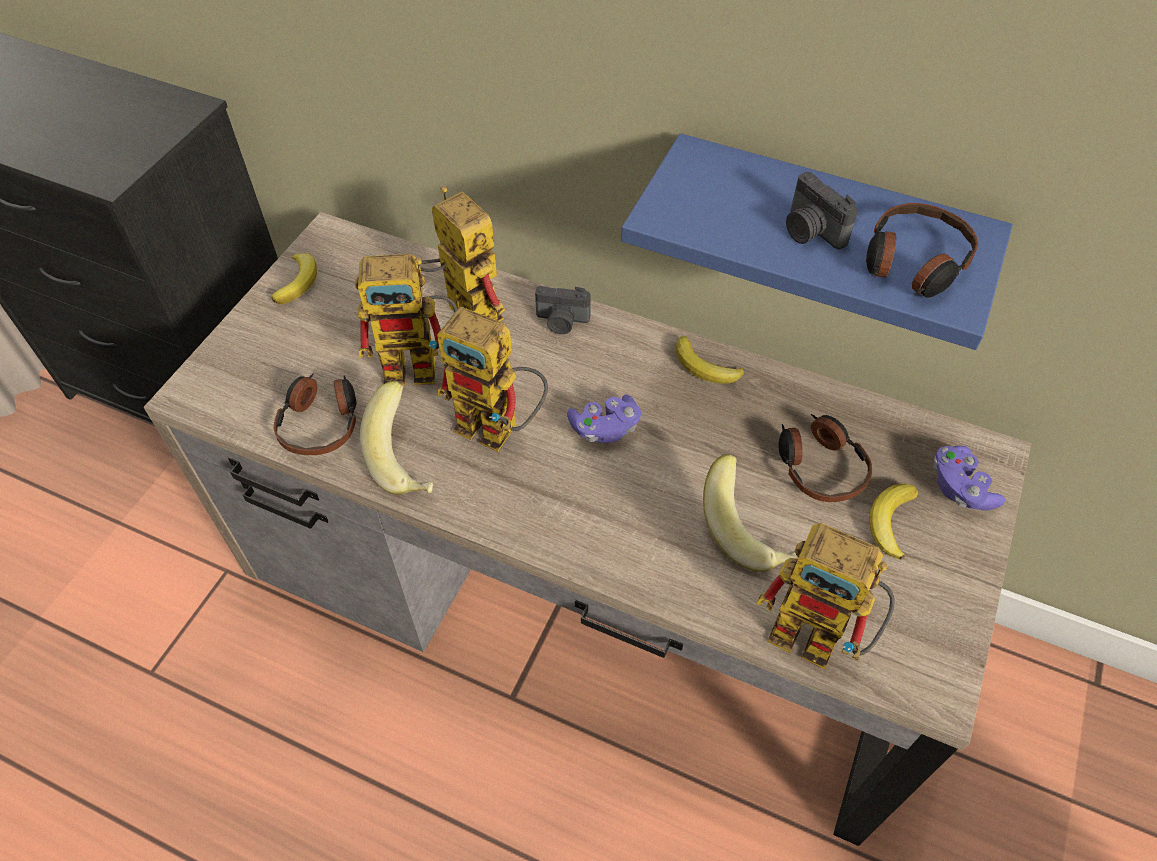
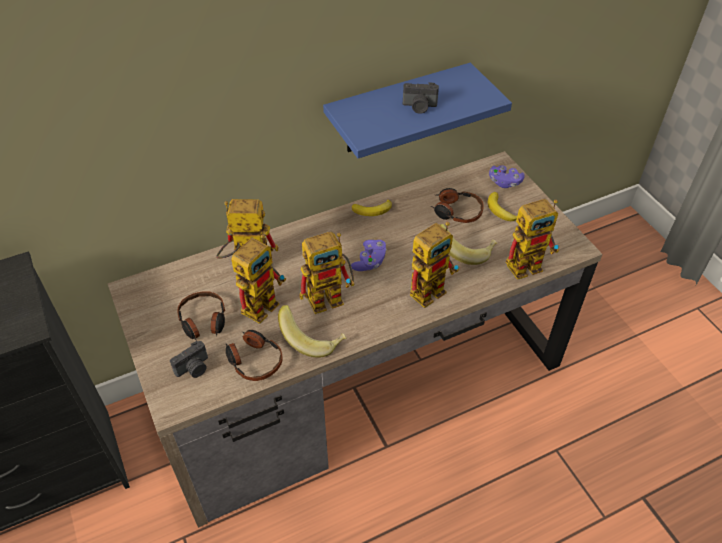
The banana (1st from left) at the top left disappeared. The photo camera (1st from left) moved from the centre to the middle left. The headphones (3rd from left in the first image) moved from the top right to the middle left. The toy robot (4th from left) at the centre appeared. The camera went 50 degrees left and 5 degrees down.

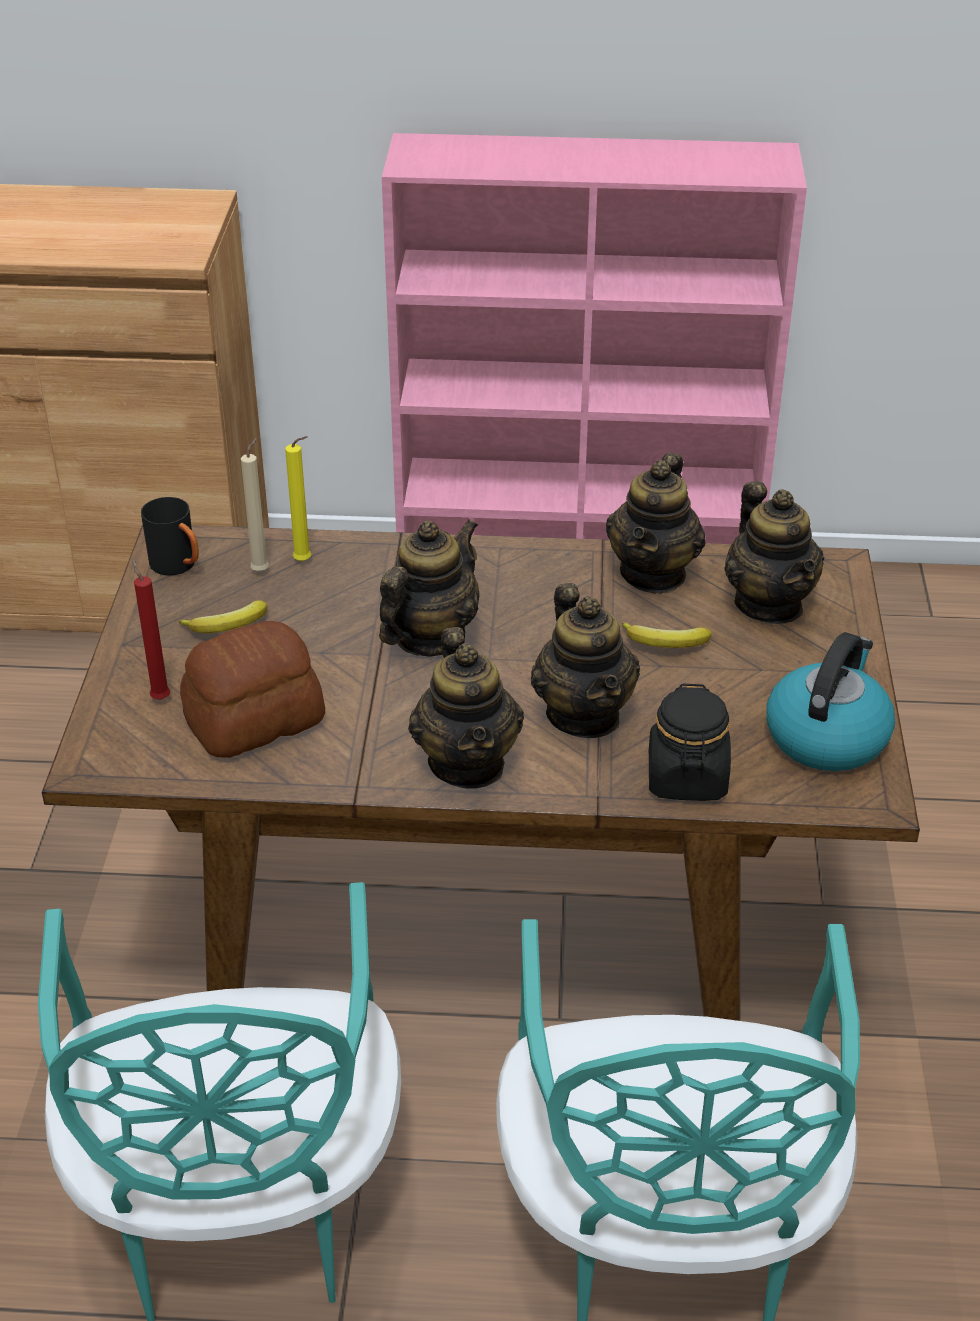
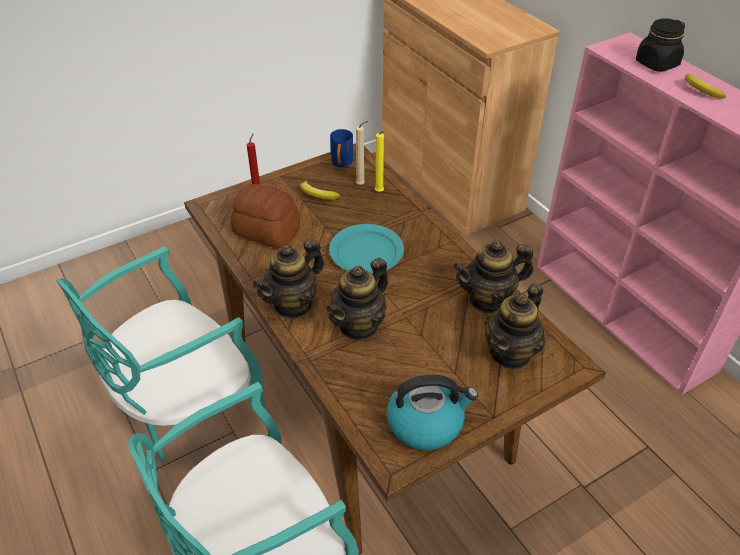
The mug in black at the middle left became the mug in blue at the top centre. The teapot (1st from left) at the centre was replaced by the plate in turquoise at the centre. The banana (2nd from left) moved from the middle right to the top right. The jar in black moved from the middle right to the top right. The camera went 55 degrees right and 5 degrees up.

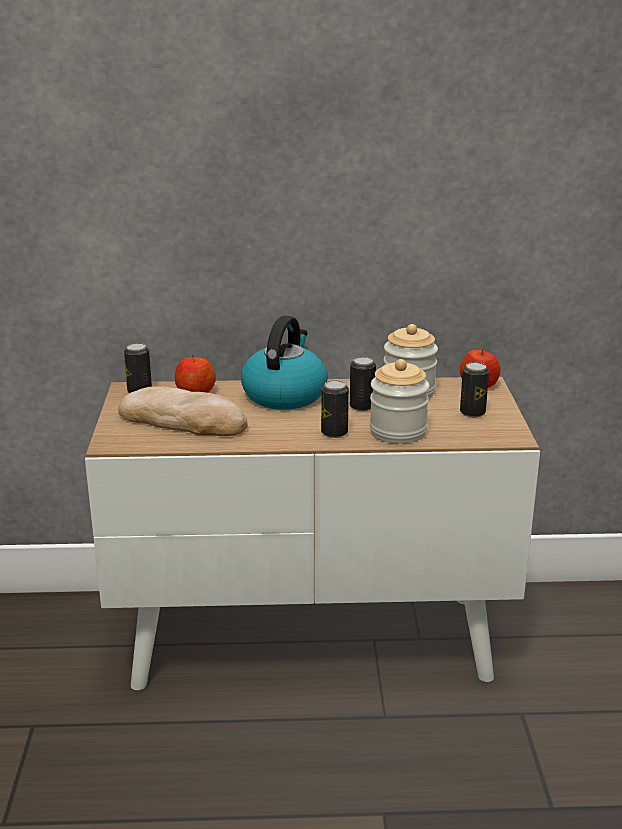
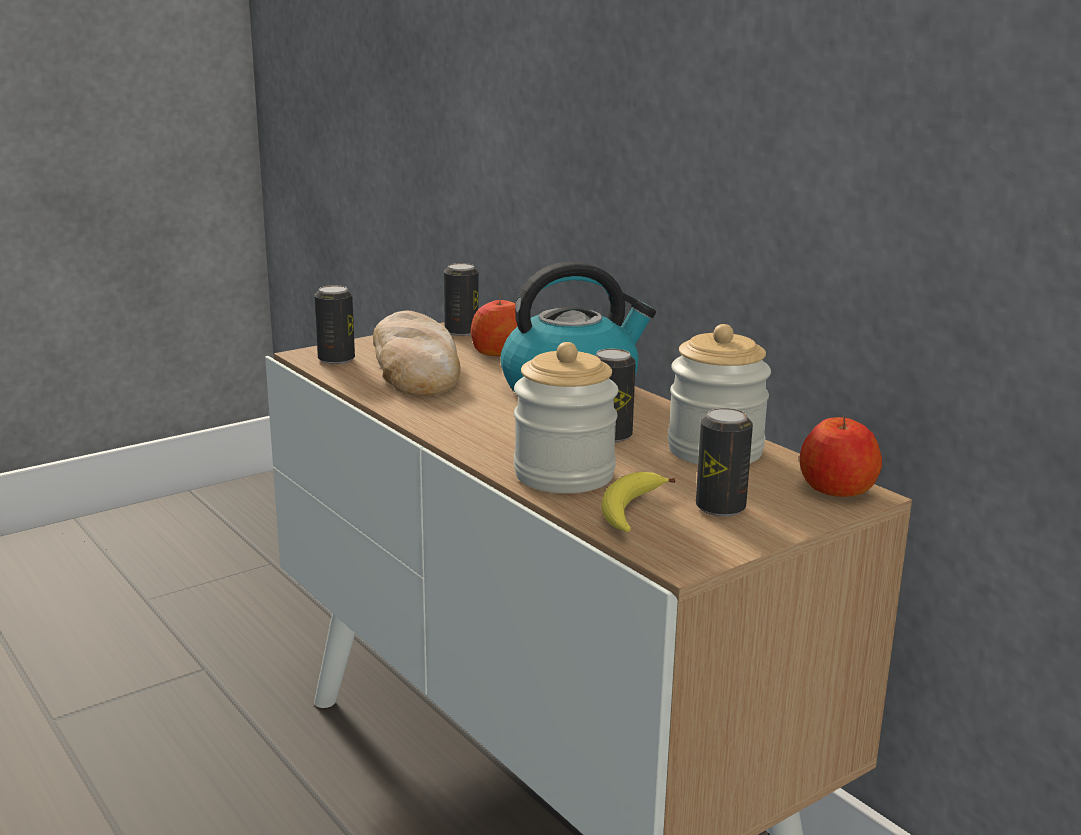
The can (2nd from left in the first image) moved from the centre to the middle left. The banana at the centre appeared. The camera went 55 degrees right and 5 degrees down.

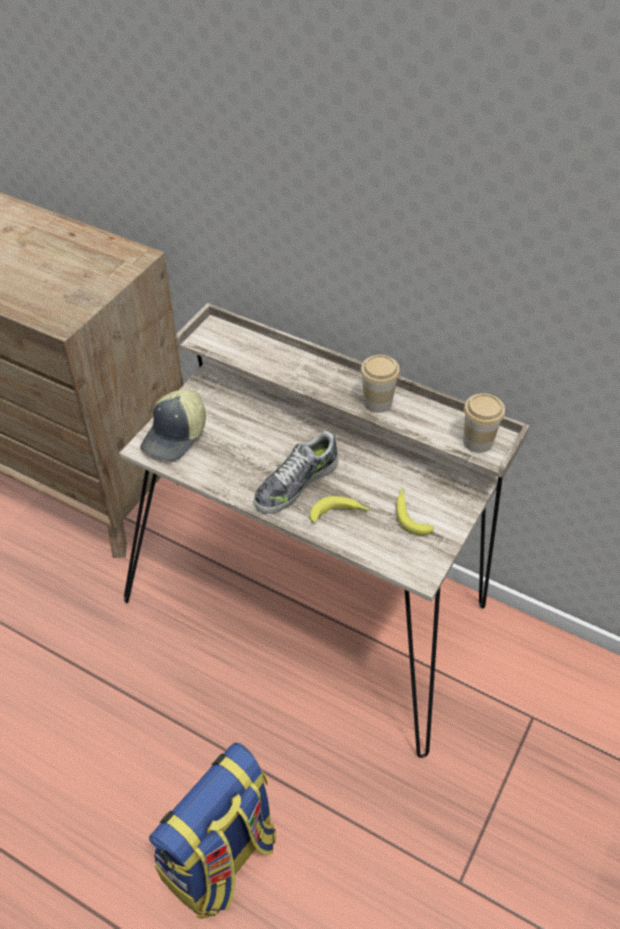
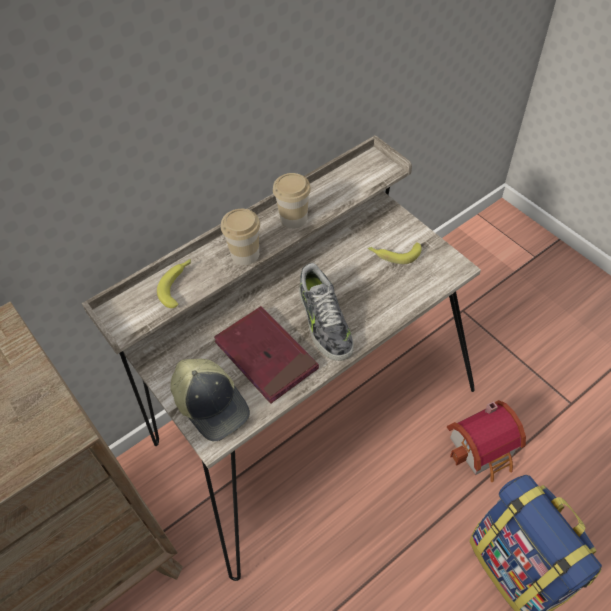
The banana (1st from left) moved from the centre to the middle left. The cup (2nd from left in the first image) moved from the middle right to the centre. The book in red at the centre appeared. The toy house at the bottom right appeared. The camera went 65 degrees left and 5 degrees up.

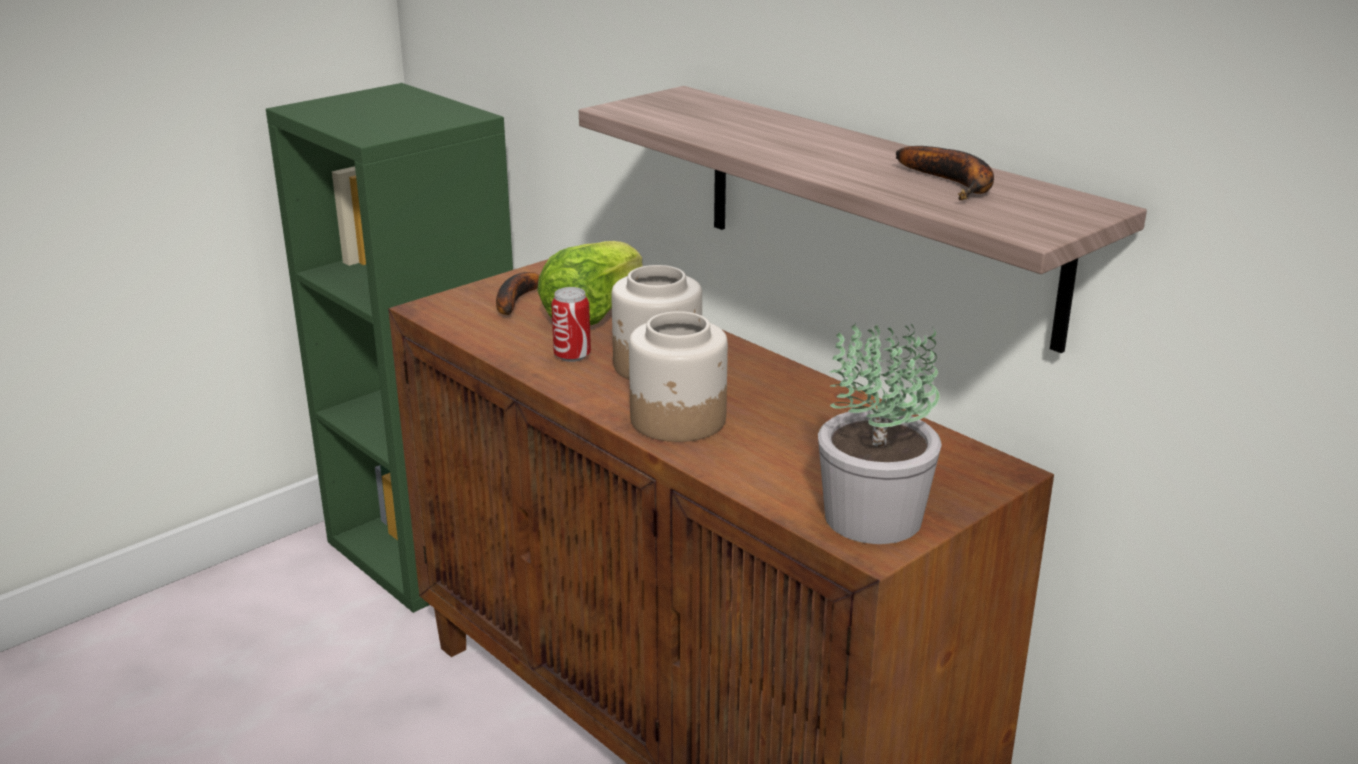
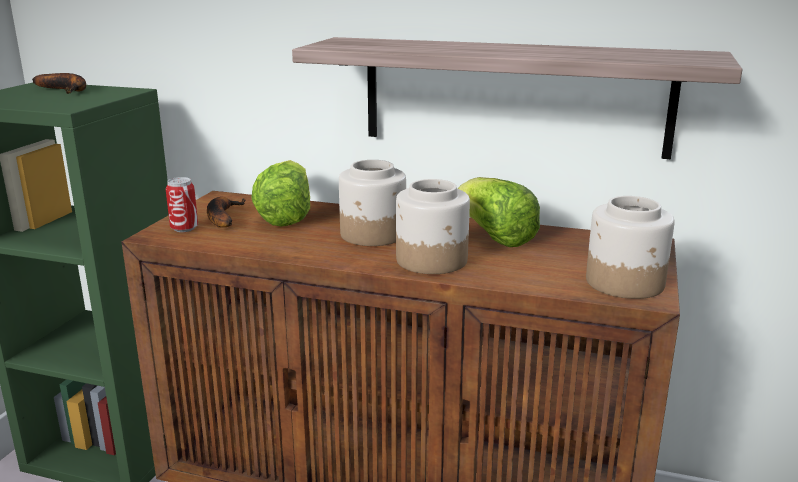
The can moved from the centre to the middle left. The potted plant at the centre was replaced by the jar (3rd from left) at the middle right. The banana (2nd from left in the first image) moved from the top right to the top left. The lettuce (2nd from left) at the centre appeared. The camera went 30 degrees left and 5 degrees down.

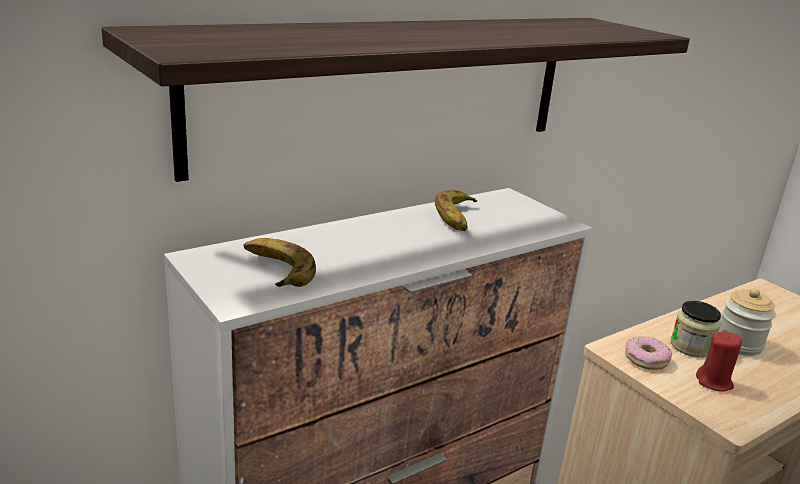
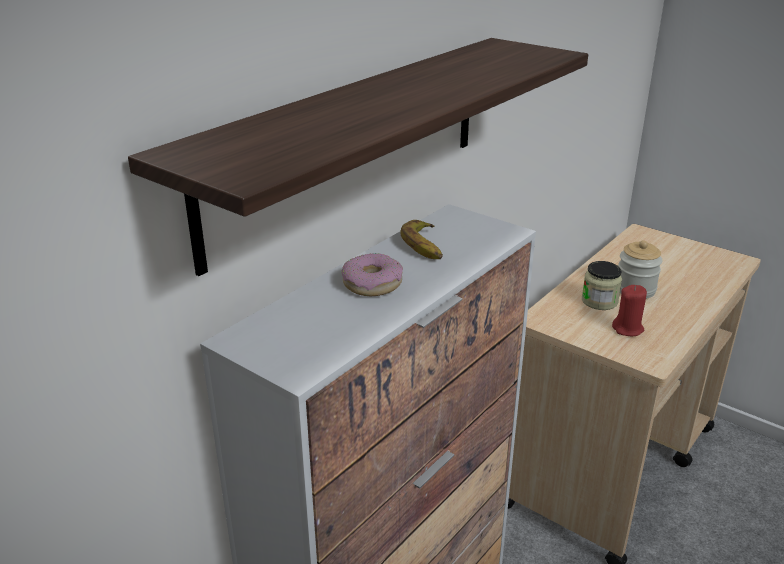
The banana (1st from left) at the centre disappeared. The donut moved from the bottom right to the centre. The camera went 15 degrees left and 5 degrees up.

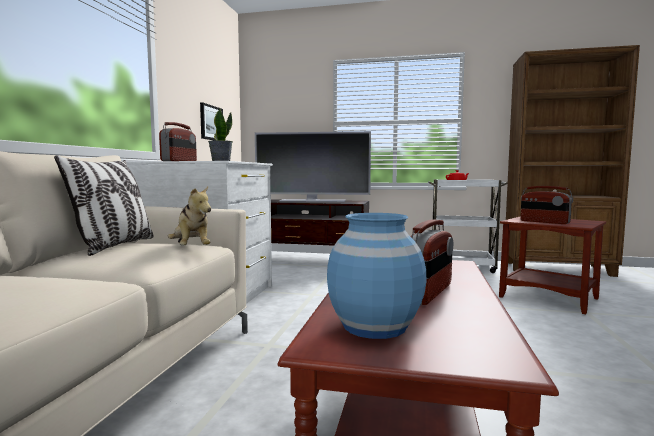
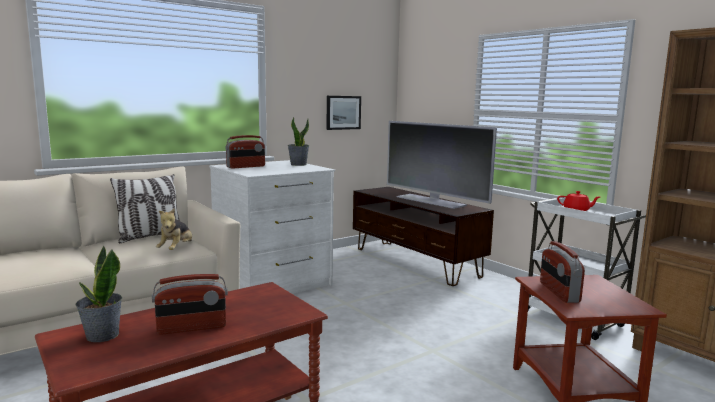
The vase in blue at the centre was replaced by the potted plant (1st from left) at the bottom left. The camera went 40 degrees right and 5 degrees up.

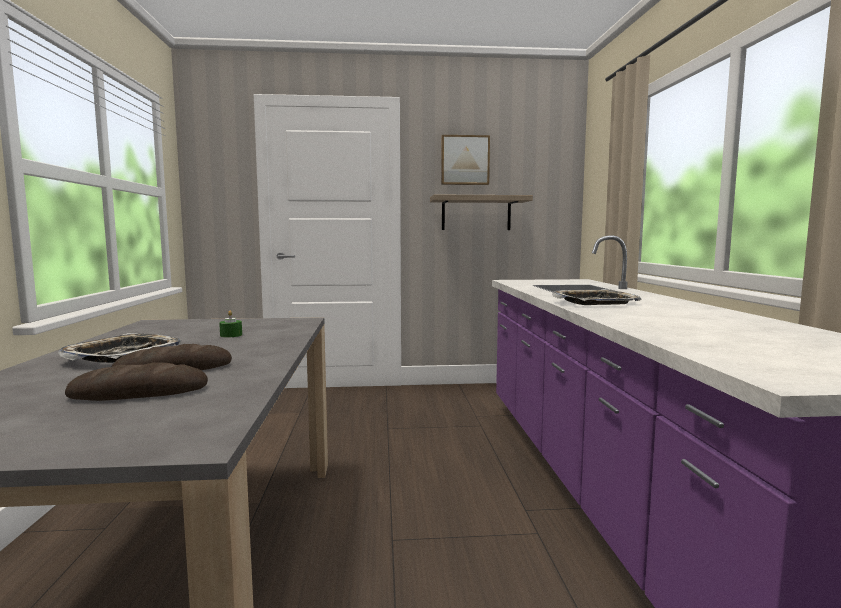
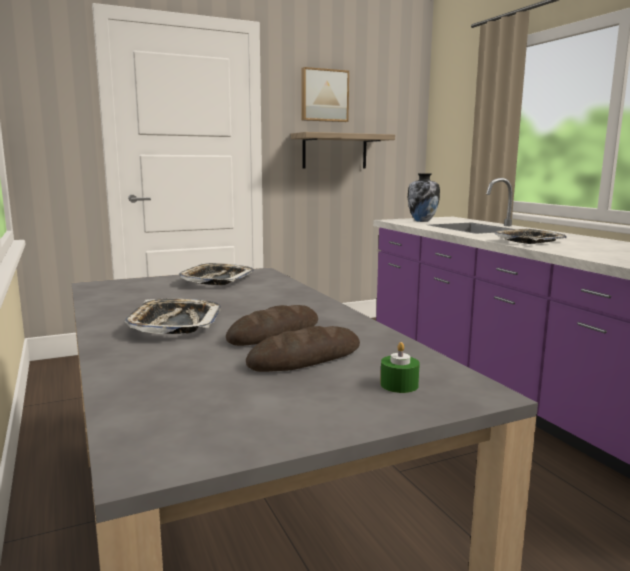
The candle in green moved from the middle left to the centre. The tray (2nd from left) at the centre appeared. The vase at the middle right appeared. The camera went 20 degrees left and 5 degrees up.

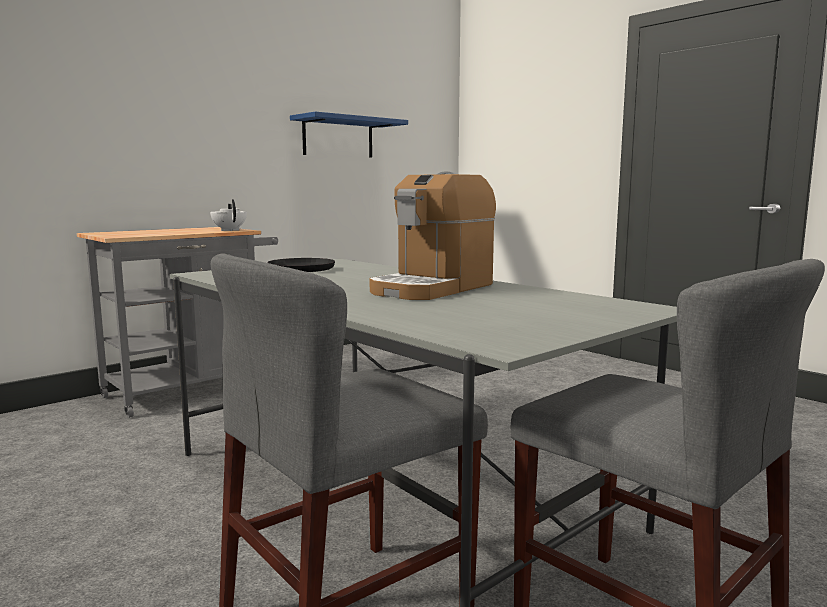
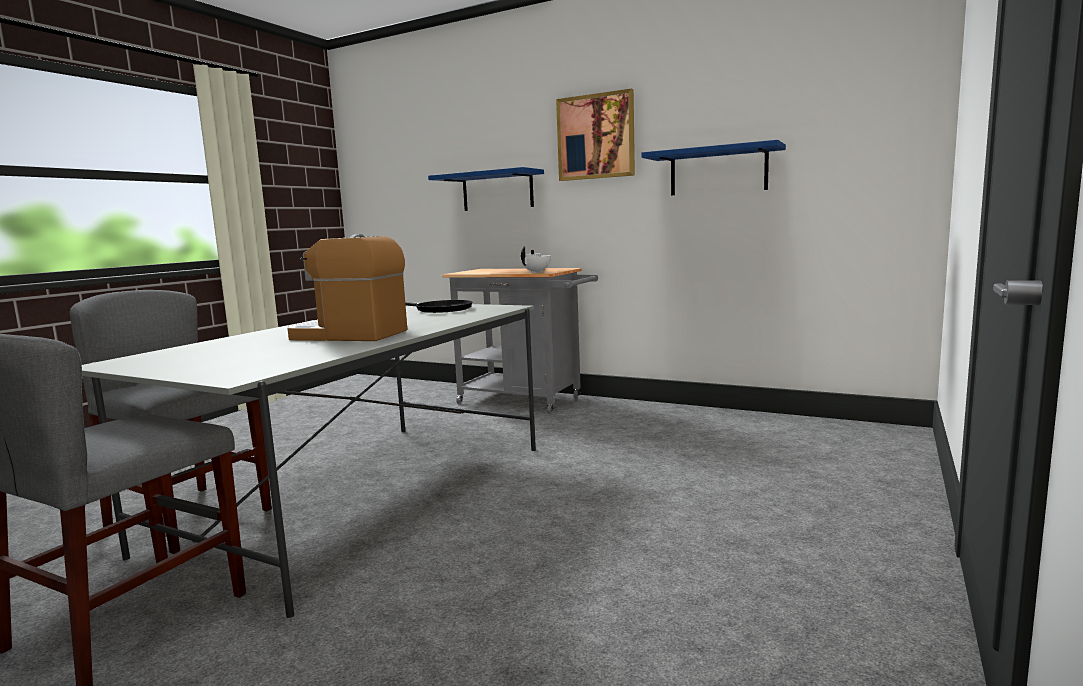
The shelf in blue (1st from left) at the top centre appeared. The picture at the top centre appeared. The camera went 70 degrees right and 0 degrees up.

